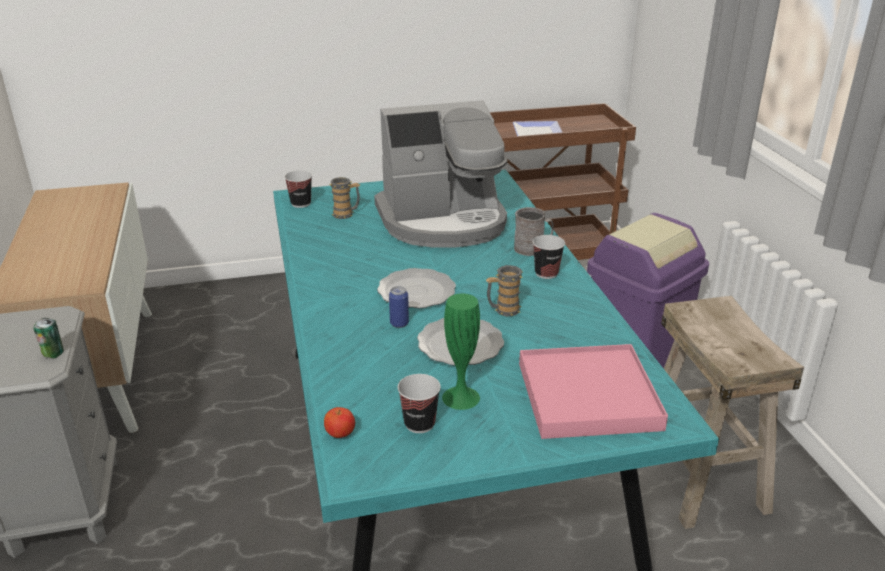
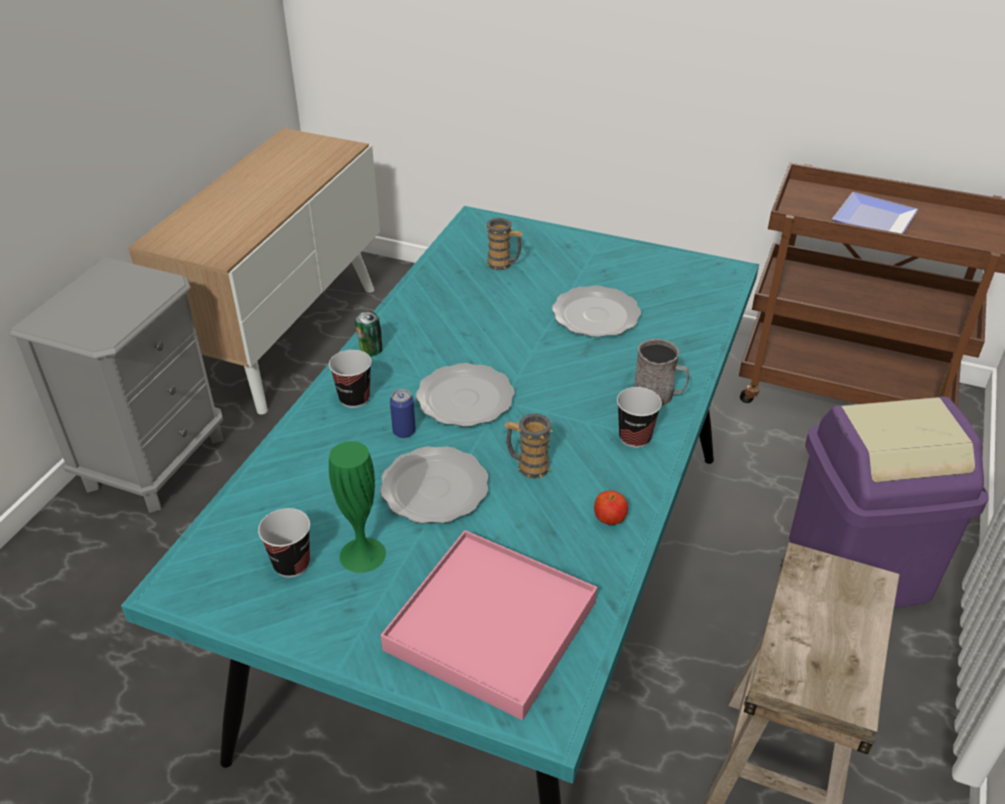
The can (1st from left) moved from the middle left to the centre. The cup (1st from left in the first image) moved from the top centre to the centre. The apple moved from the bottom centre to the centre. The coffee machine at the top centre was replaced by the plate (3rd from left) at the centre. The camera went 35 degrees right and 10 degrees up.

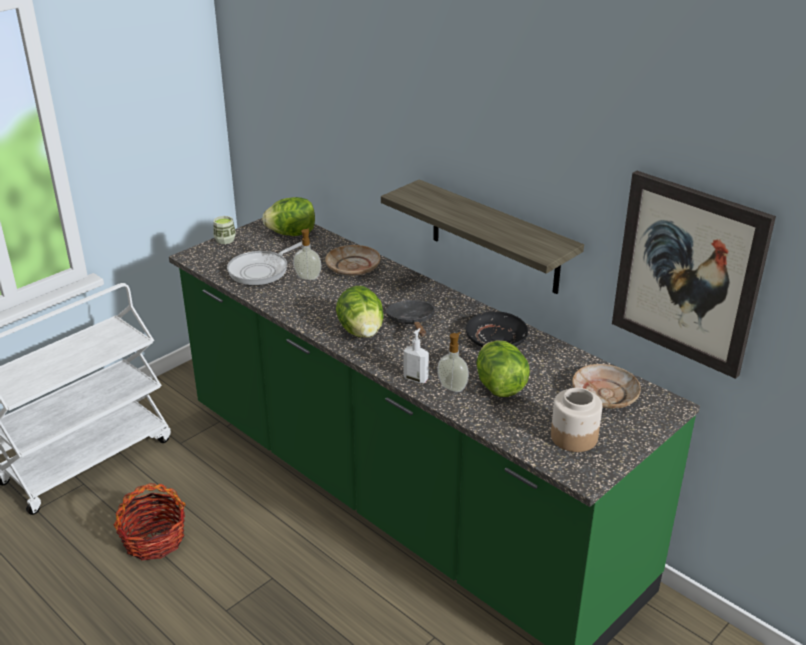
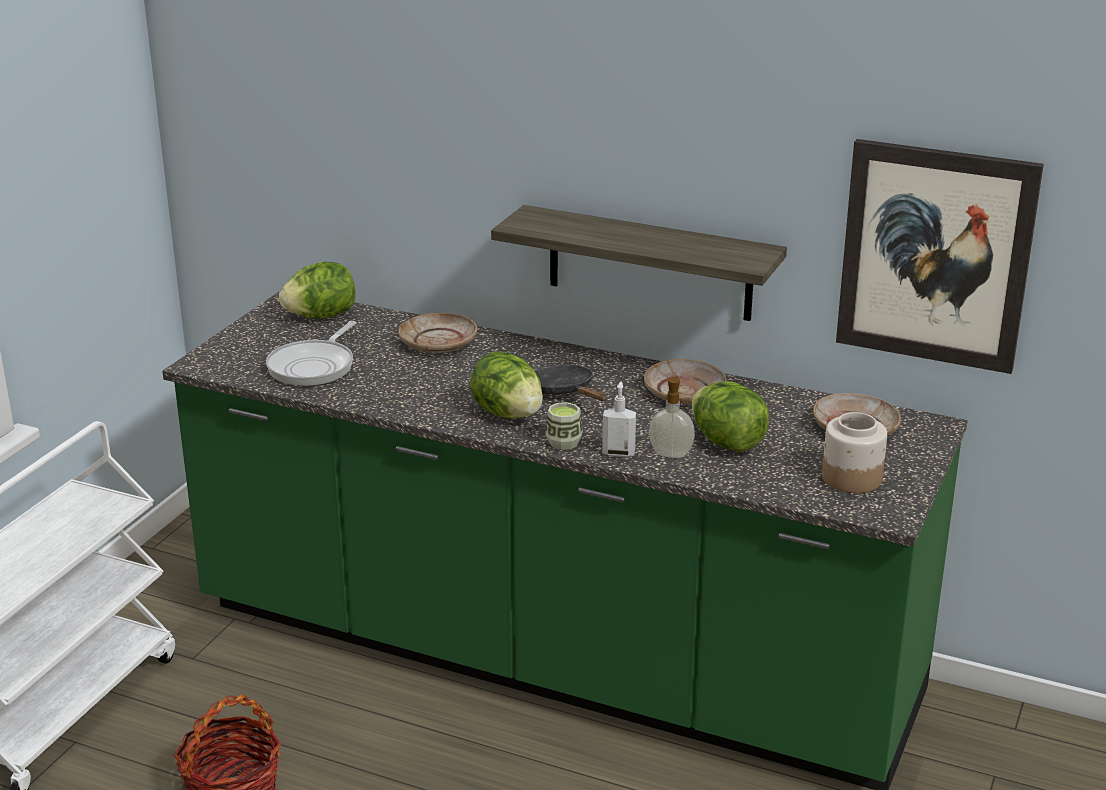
The cup moved from the middle left to the centre. The soap dispenser (1st from left) at the centre disappeared. The plate in black at the centre became the plate in beige (2nd from left) at the centre. The camera went 20 degrees left and 5 degrees down.

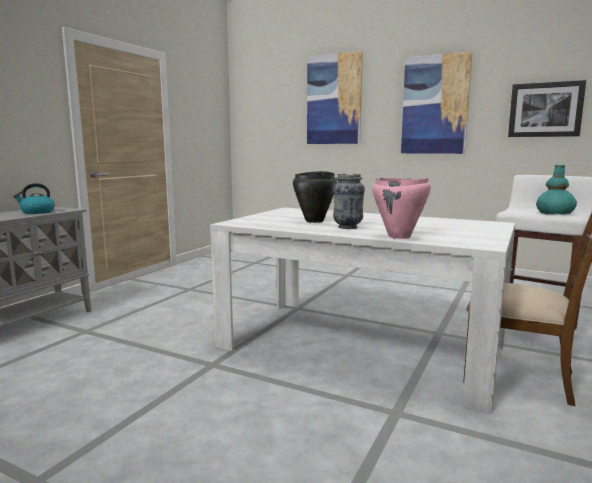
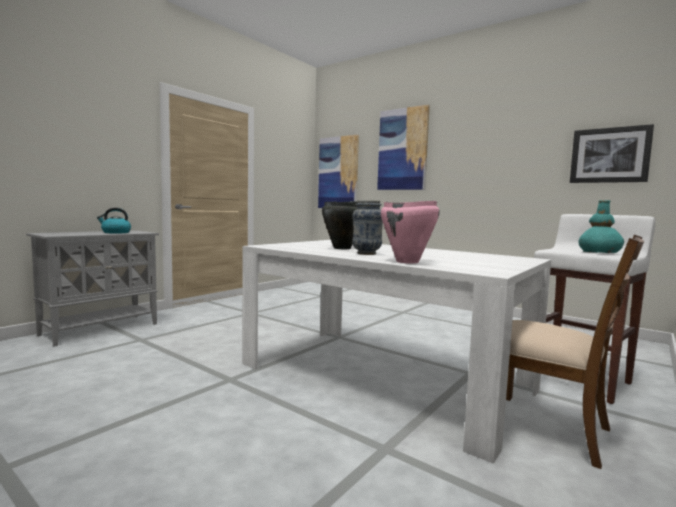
The picture (2nd from left in the first image) moved from the top right to the centre. The camera went 10 degrees right and 5 degrees down.

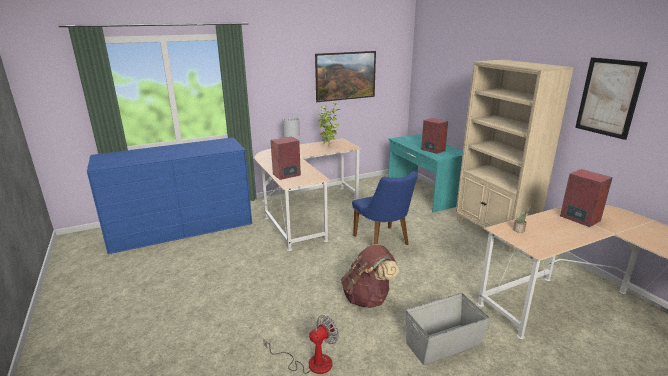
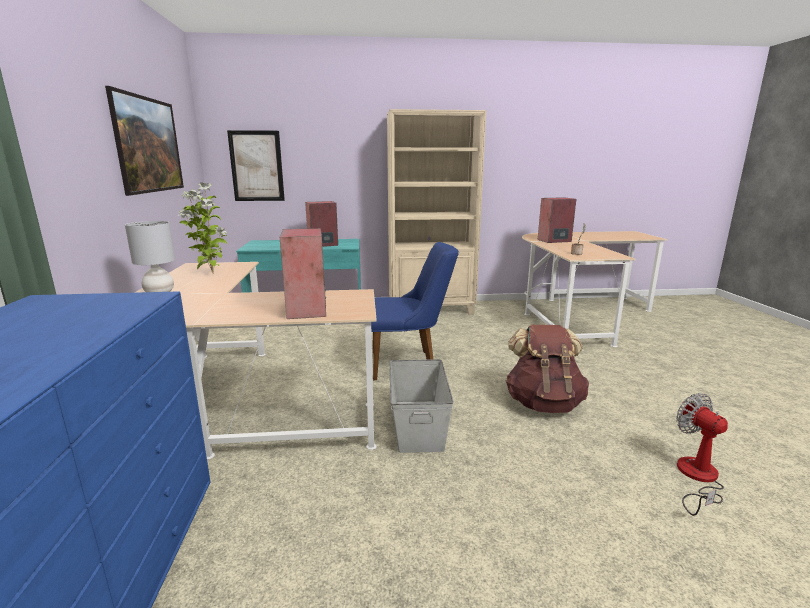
The storage box in grey moved from the bottom right to the bottom centre. The picture (2nd from left) moved from the top right to the top left. The camera went 70 degrees left and 5 degrees down.

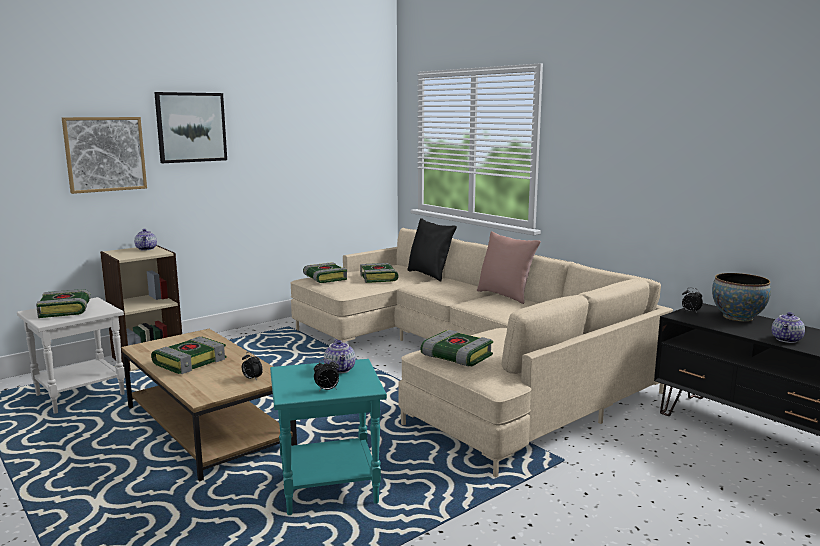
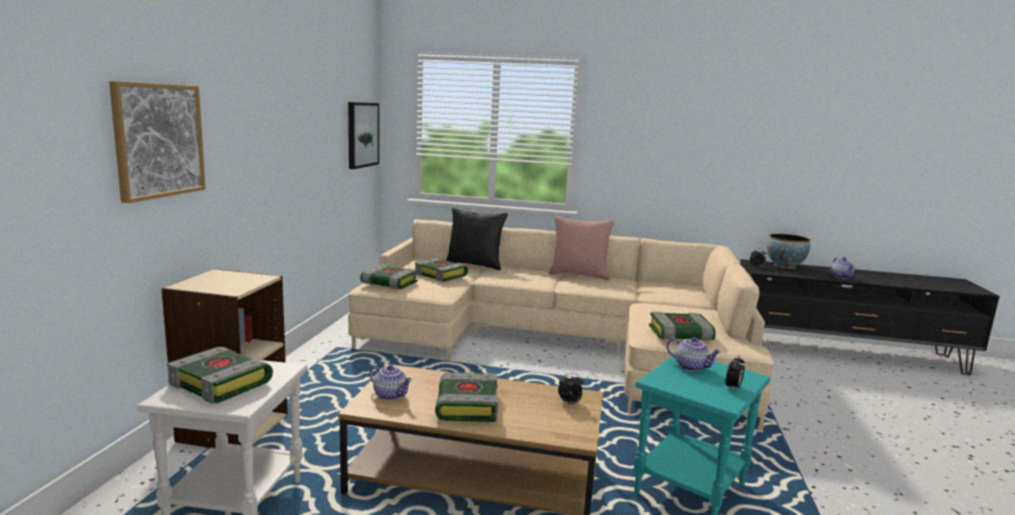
The teapot (1st from left) moved from the middle left to the bottom centre. The picture (2nd from left) moved from the top left to the top centre. The camera went 40 degrees left and 0 degrees up.

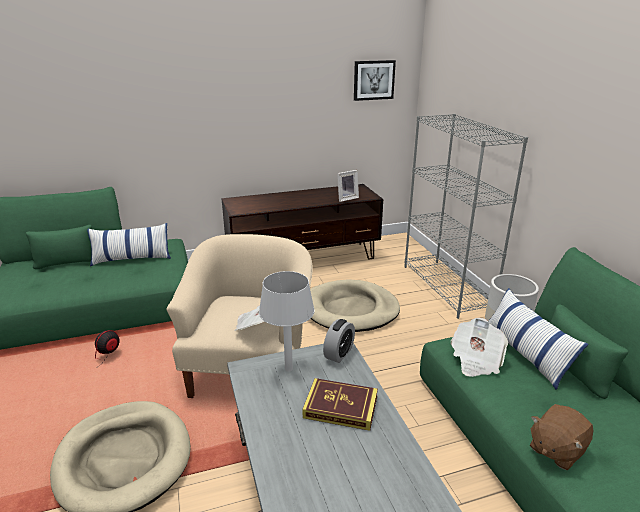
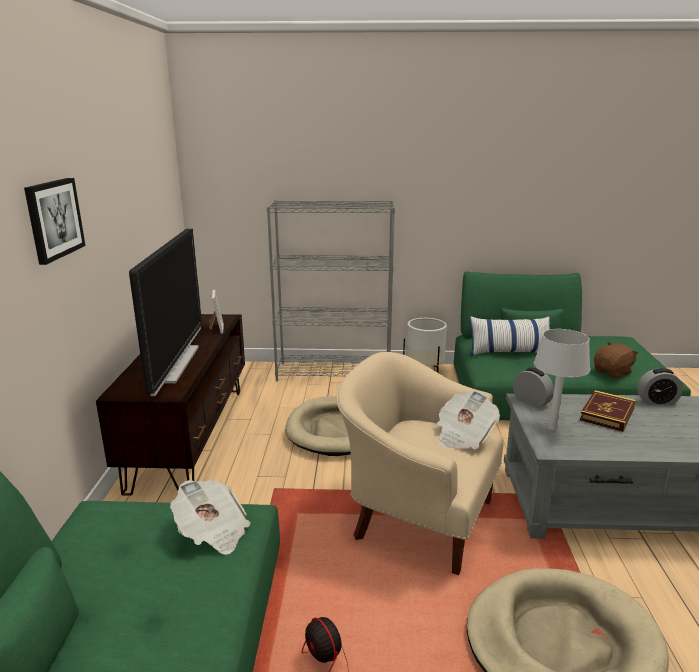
The pillow (1st from left) at the middle left disappeared. The picture moved from the top centre to the top left. The newspaper (2nd from left in the first image) moved from the bottom right to the bottom left. The plush toy in brown at the bottom right turned 105 degrees counterclockwise. The television at the middle left appeared. The alarm clock (2nd from left) at the middle right appeared. The camera went 70 degrees left and 5 degrees down.

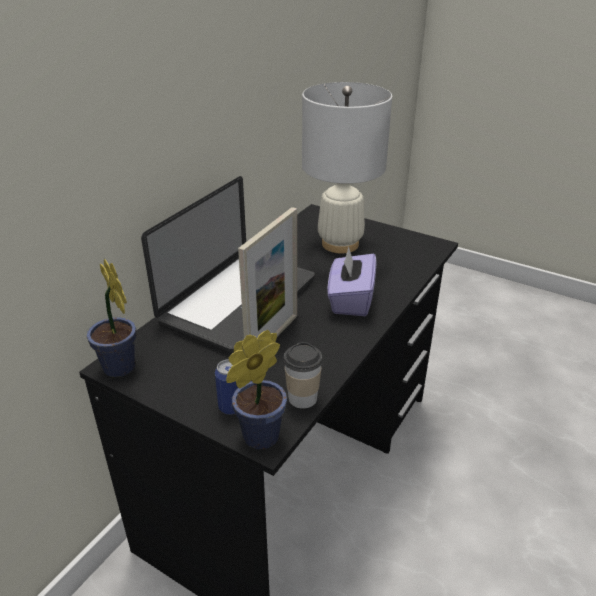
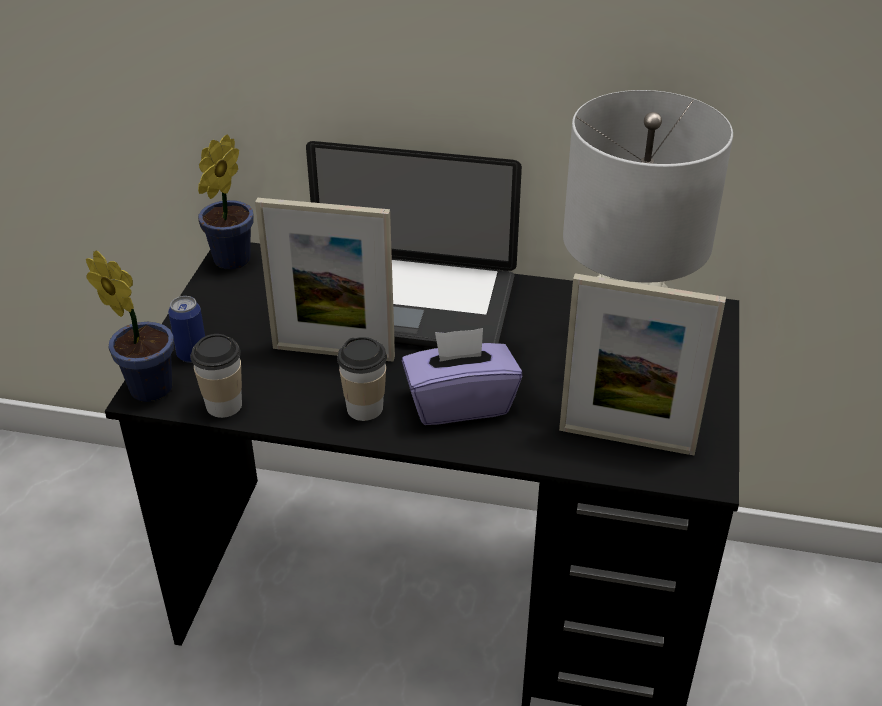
The cup (2nd from left) at the centre appeared. The picture frame (2nd from left) at the middle right appeared. The camera went 70 degrees right and 5 degrees up.

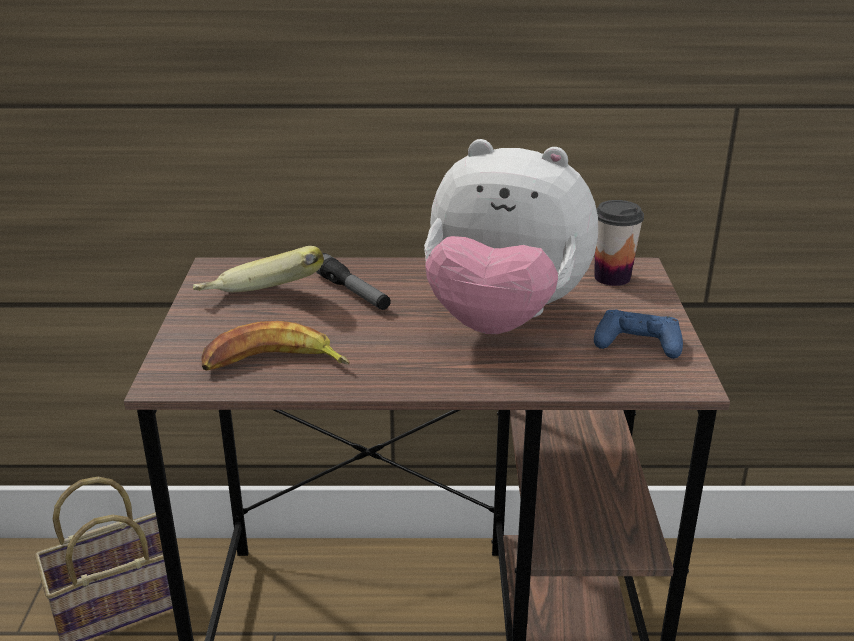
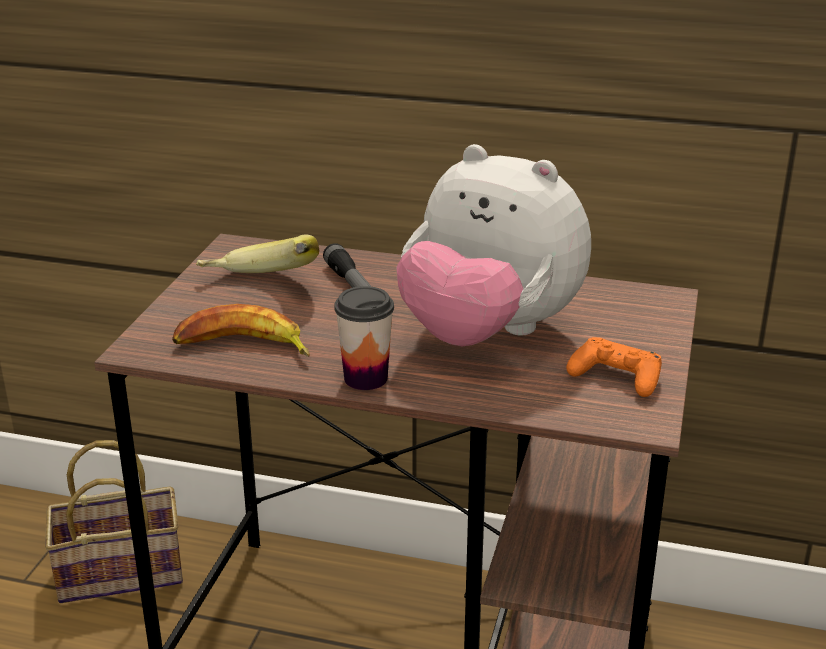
The cup moved from the middle right to the centre. The game controller in blue at the middle right became the game controller in orange at the middle right. The camera went 15 degrees right and 0 degrees up.

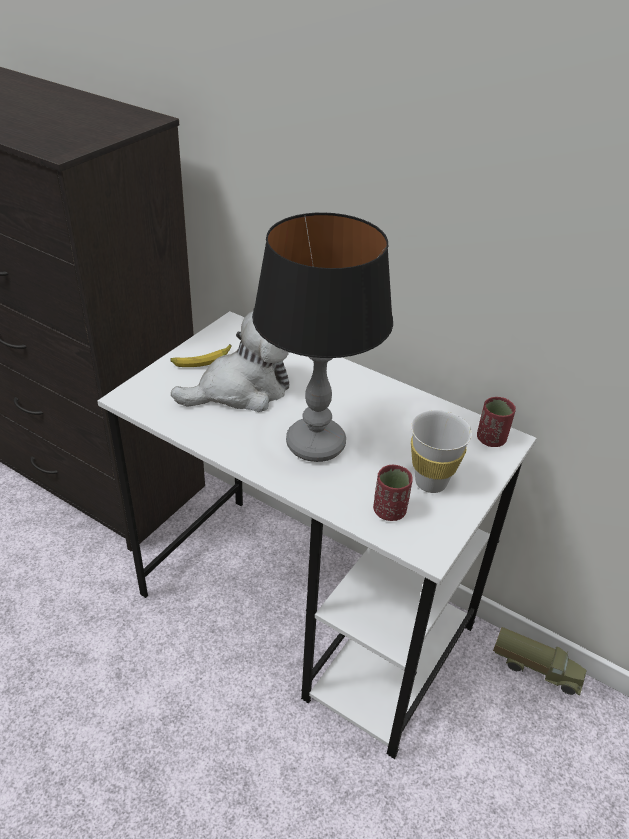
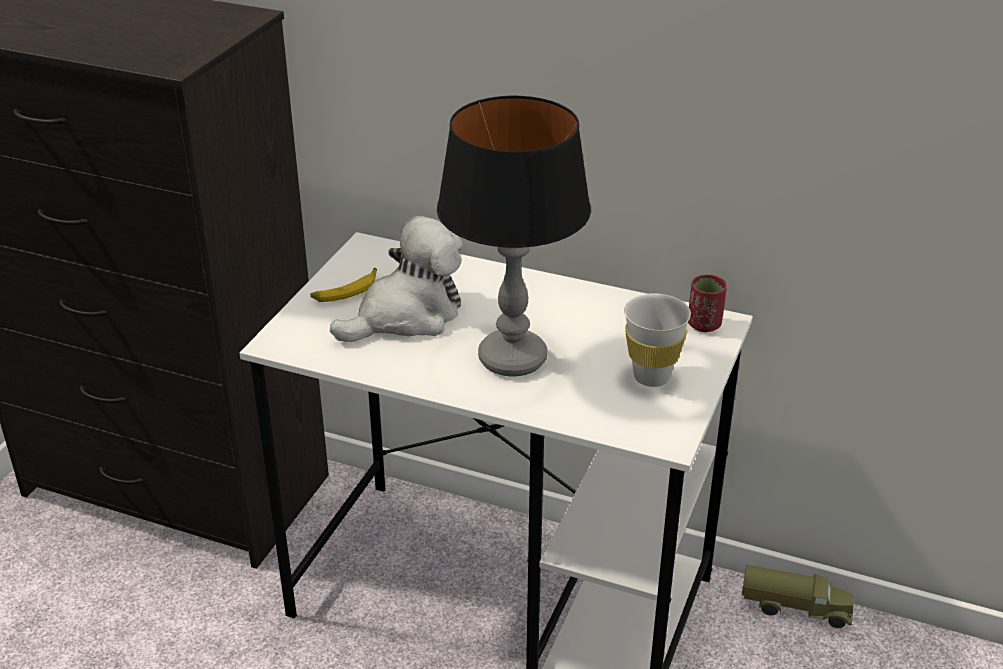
The cup in red (1st from left) at the centre disappeared. The camera went 10 degrees left and 5 degrees down.

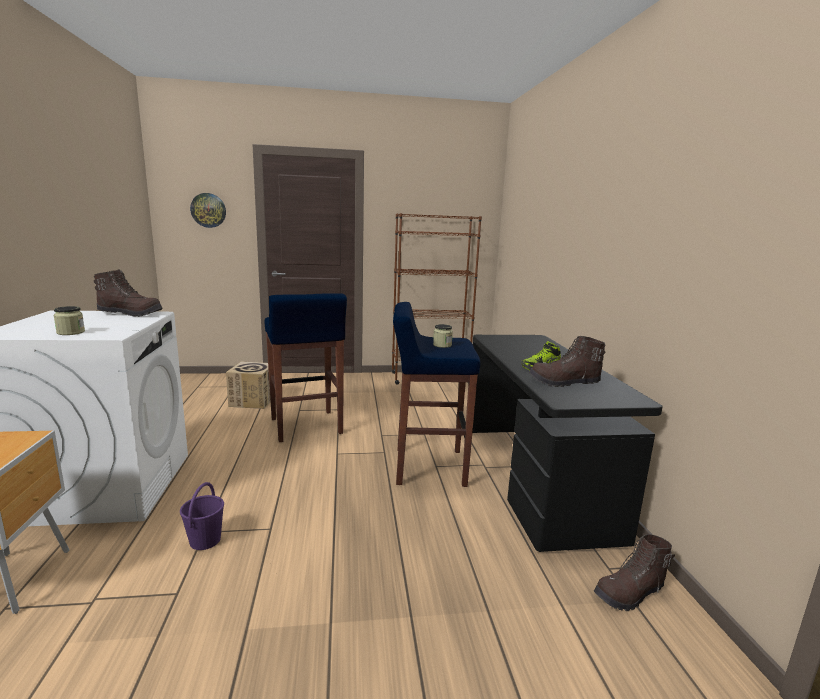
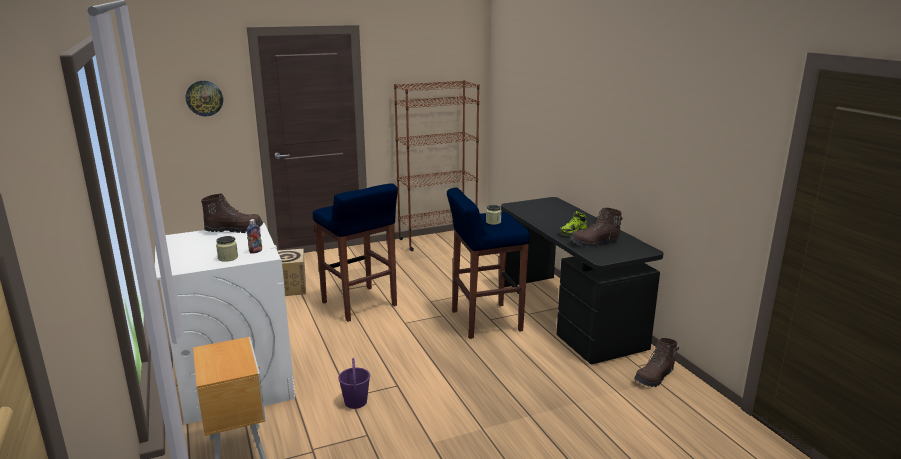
The bottle at the middle left appeared. The camera went 15 degrees left and 5 degrees up.

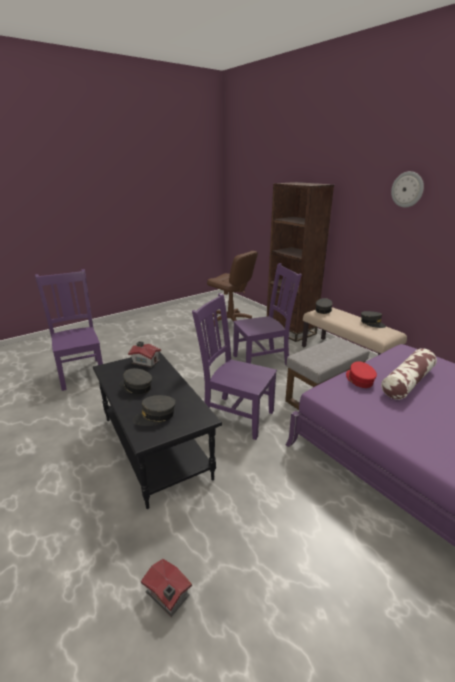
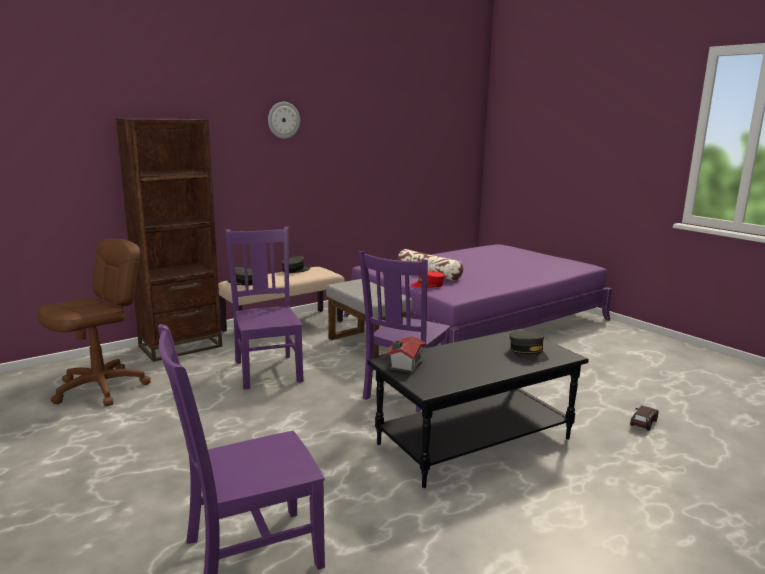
The cap in grey (1st from left) at the middle left disappeared. The toy house (2nd from left) at the bottom centre was replaced by the toy car in brown at the bottom right. The camera went 90 degrees left and 10 degrees down.

